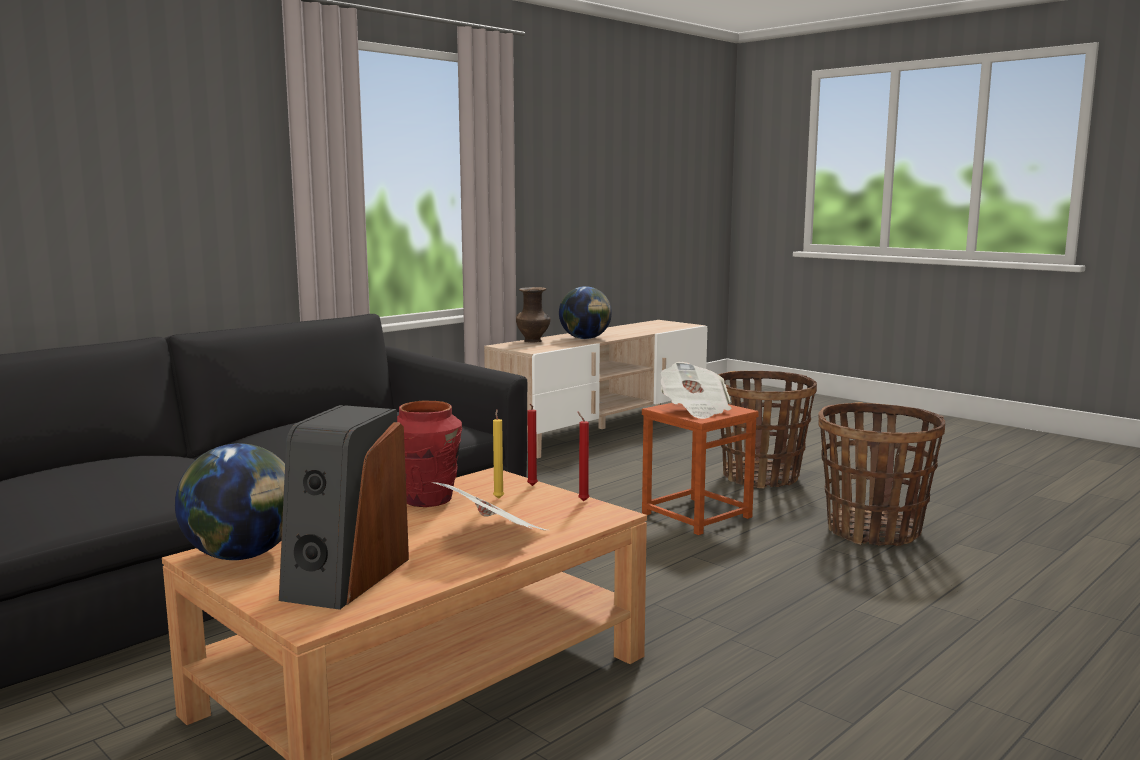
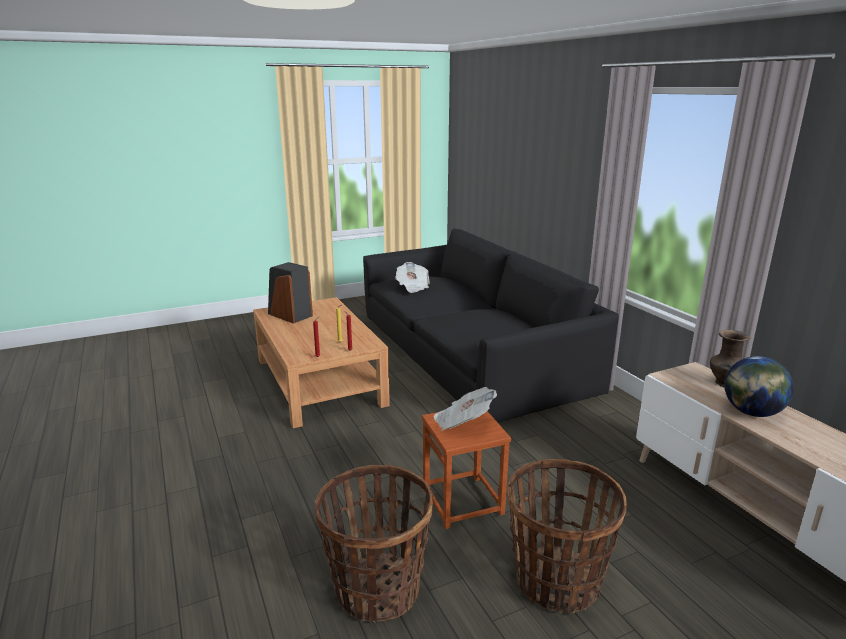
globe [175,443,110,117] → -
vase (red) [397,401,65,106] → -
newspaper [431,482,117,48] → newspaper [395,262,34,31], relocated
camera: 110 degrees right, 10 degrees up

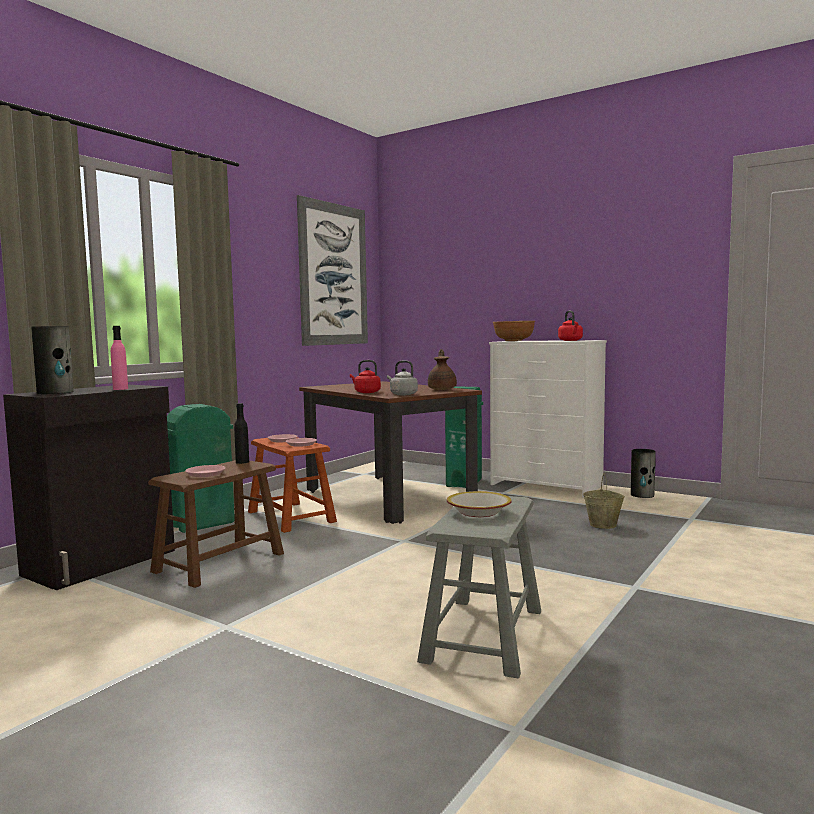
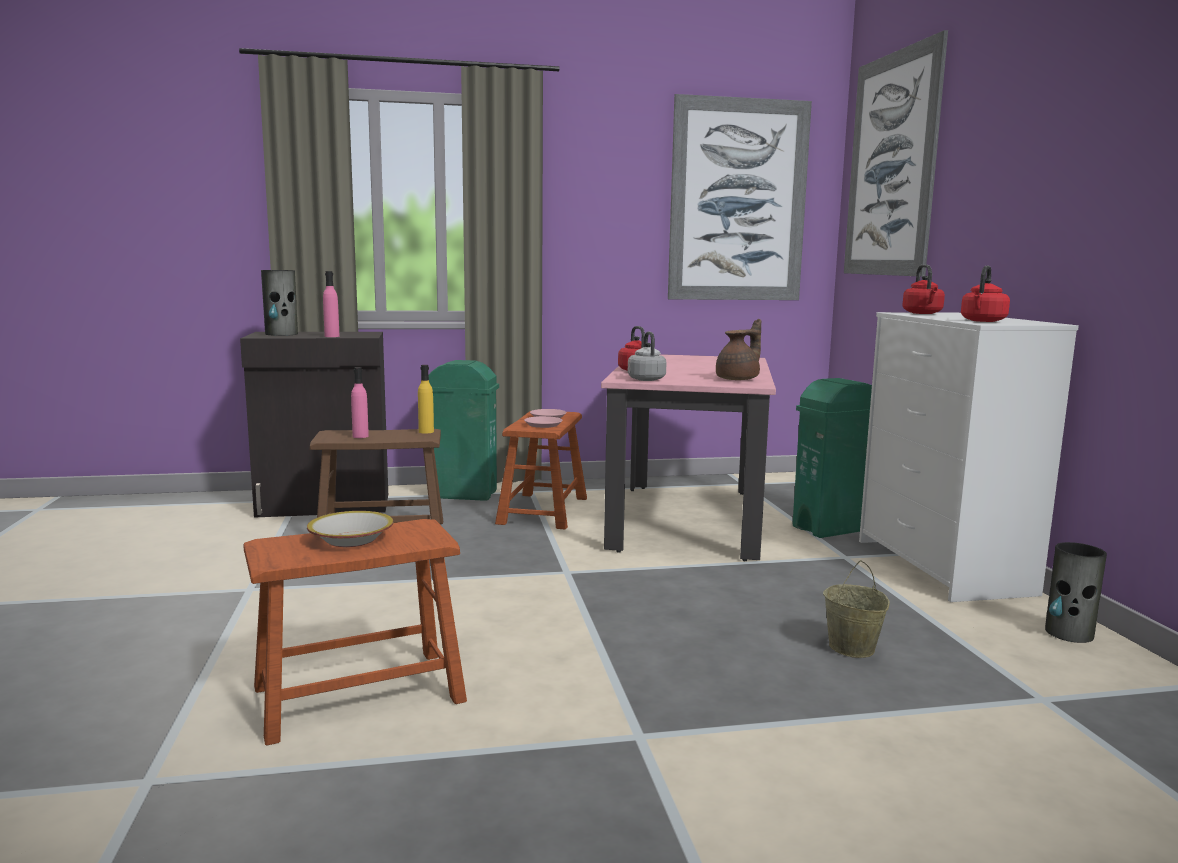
plate (pink) [185,465,41,12] → bottle (pink) [351,367,18,71]
bottle (black) [234,403,15,61] → bottle (yellow) [418,365,16,69]
dining table (brown) [299,381,183,143] → dining table (pink) [601,354,175,207]
stool (grey) [417,496,124,182] → stool (brown) [243,519,224,227]
bowl (brown) [493,321,42,20] → kettle (red) [902,264,43,50]
- → picture [844,30,104,247]
camera: 45 degrees right, 5 degrees up

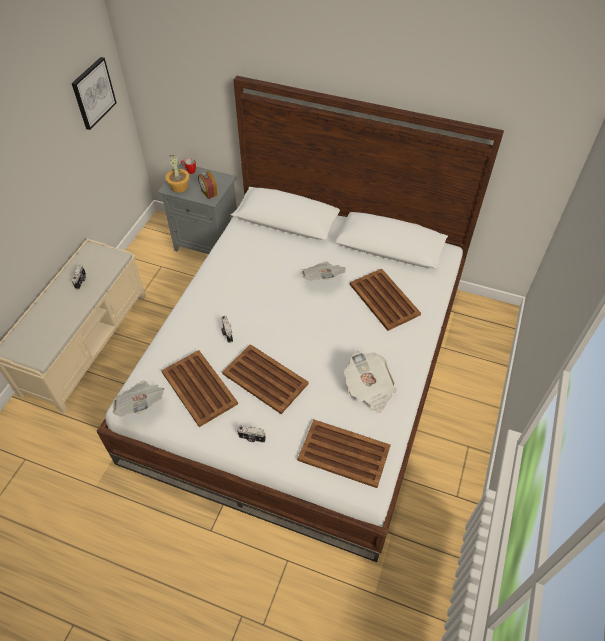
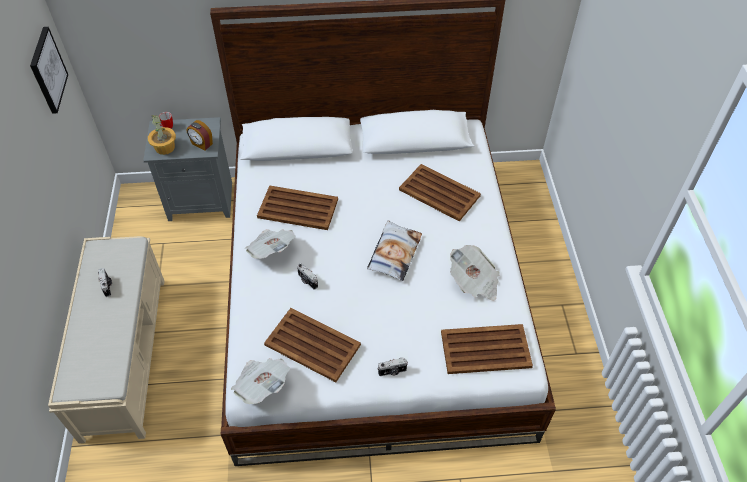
tray (brown) [222,344,87,70] → tray (brown) [257,185,81,45], relocated
newspaper [302,261,43,20] → newspaper [245,229,51,30], relocated
- → pillow [367,220,55,61]
camera: 25 degrees left, 0 degrees up

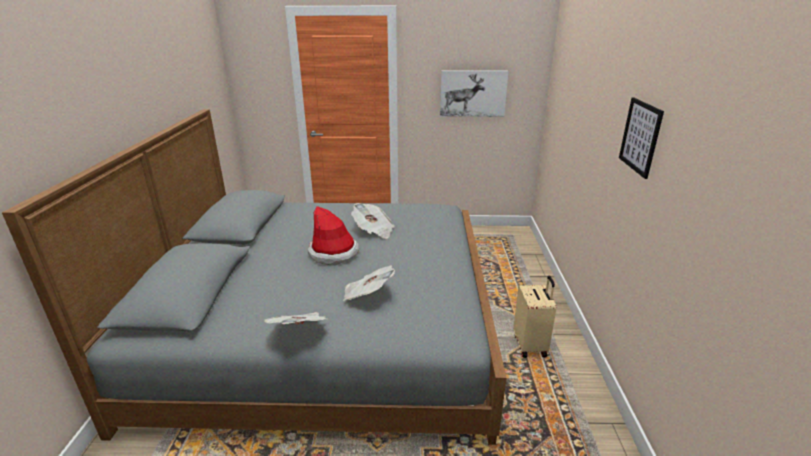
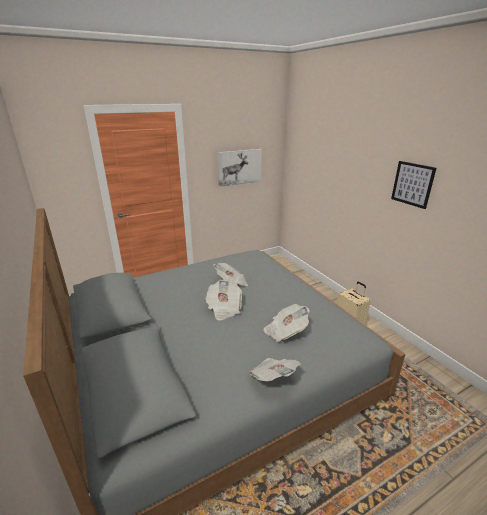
hat [308,206,51,59] → newspaper [205,279,37,42]
camera: 30 degrees left, 0 degrees up

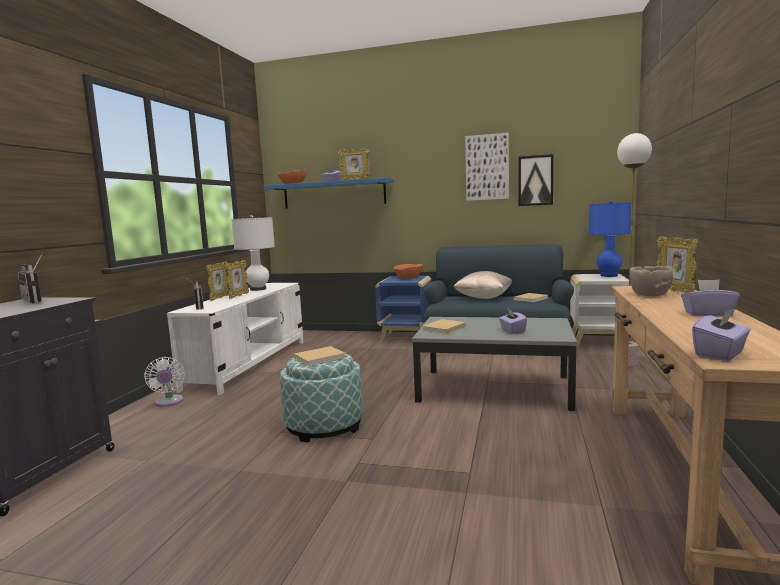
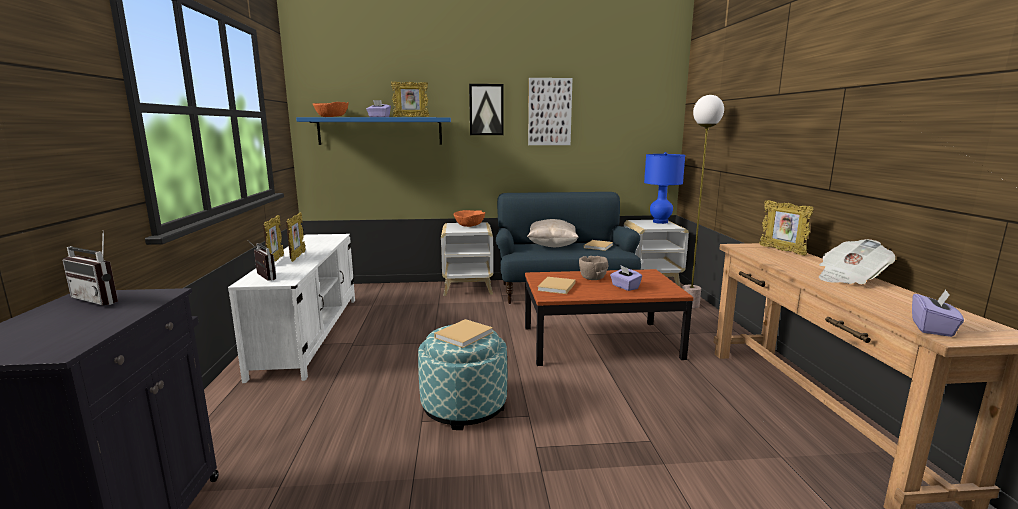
fan (white) [144,357,41,50] → -
table lamp (white) [231,215,44,76] → -
side table (blue) [375,276,56,67] → side table (white) [441,222,52,74]
coffee table (grey) [412,317,165,94] → coffee table (brown) [525,269,169,97]
picture [518,154,35,52] → picture [469,84,35,51], relocated
bowl (brown) [629,266,44,30] → bowl (brown) [579,256,29,24], relocated
tissue box (purple) [681,279,59,37] → newspaper [819,239,77,45]
camera: 20 degrees left, 5 degrees up

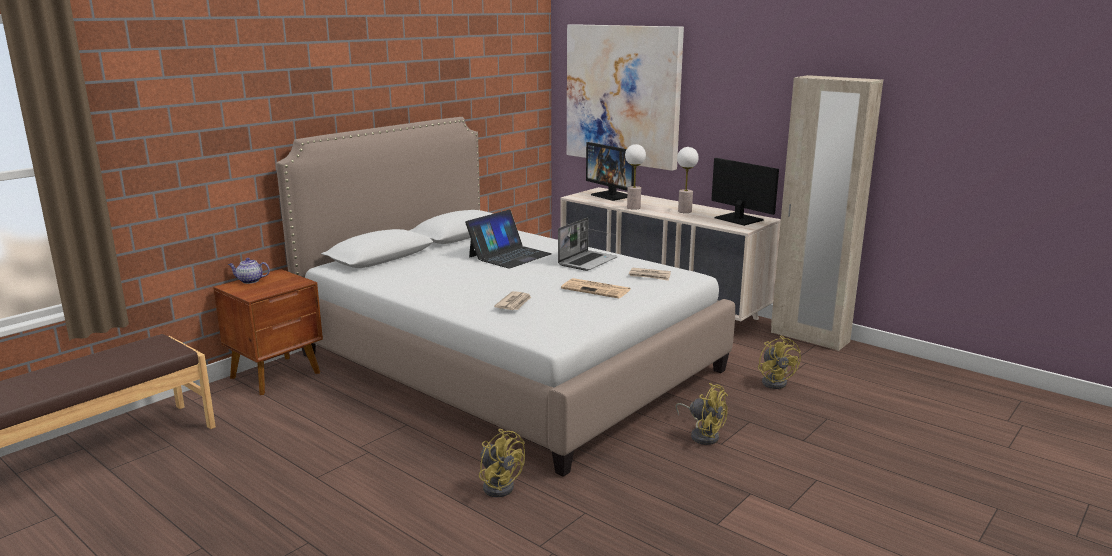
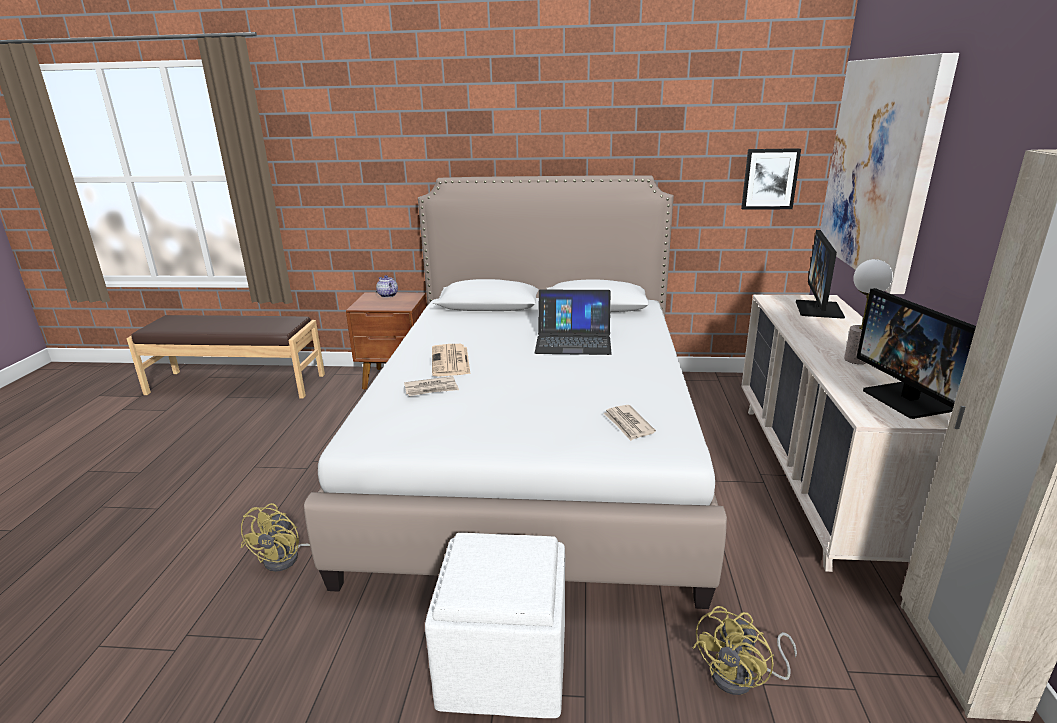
laptop [558,217,60,54] → -
newspaper [561,278,70,20] → newspaper [432,344,38,33], relocated
table lamp [625,144,21,66] → -
fan (yellow) [675,383,53,62] → ottoman (white) [425,533,140,185]
monitor [711,158,68,68] → monitor [856,288,120,131], 150 degrees clockwise
- → picture [741,148,60,62]
camera: 55 degrees right, 5 degrees up

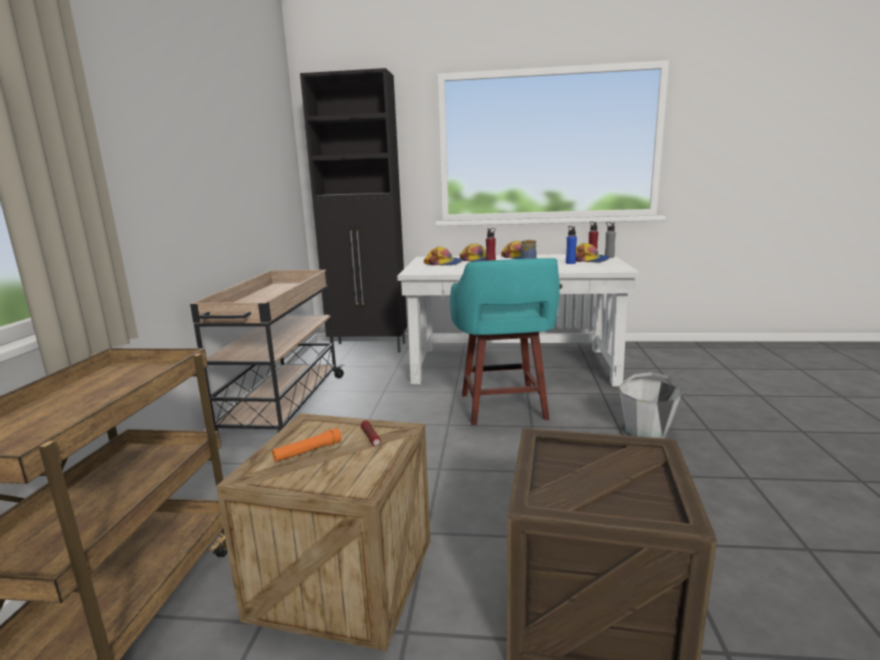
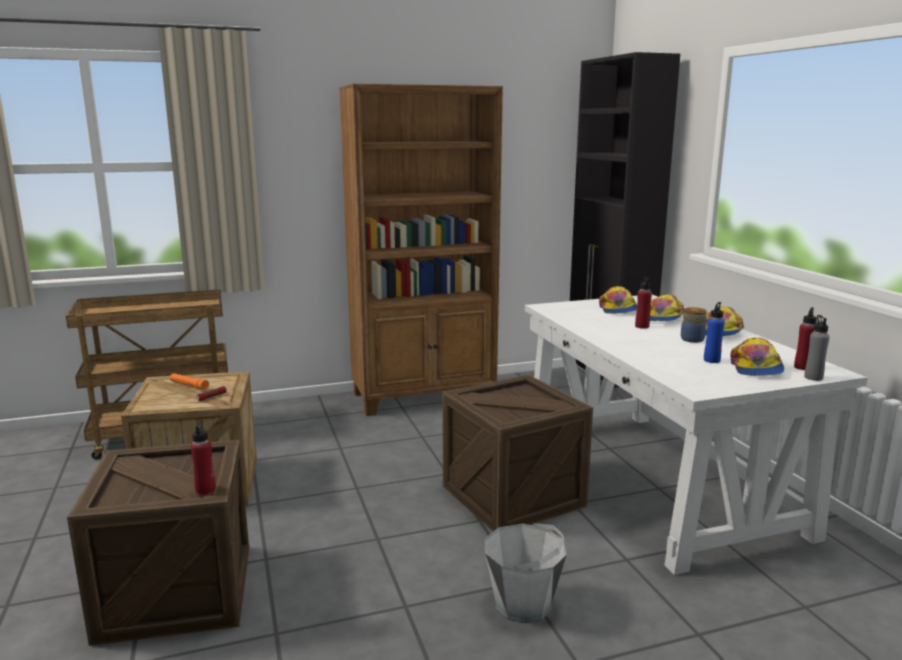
cart (beige) [190,270,154,162] → bookcase (brown) [339,84,164,332]
stool (turquoise) [450,258,110,167] → crate [442,375,151,156]
- → bottle (red) [191,421,25,74]
camera: 65 degrees right, 0 degrees up

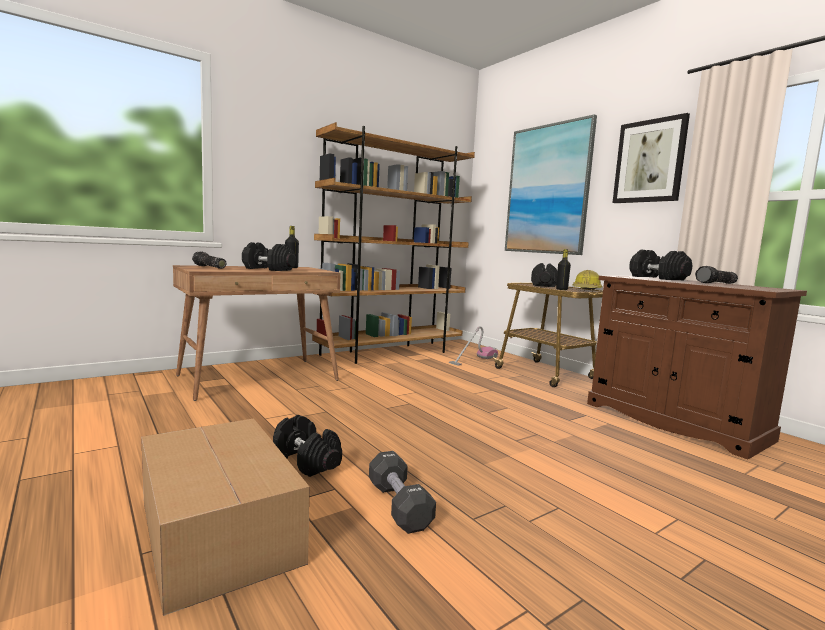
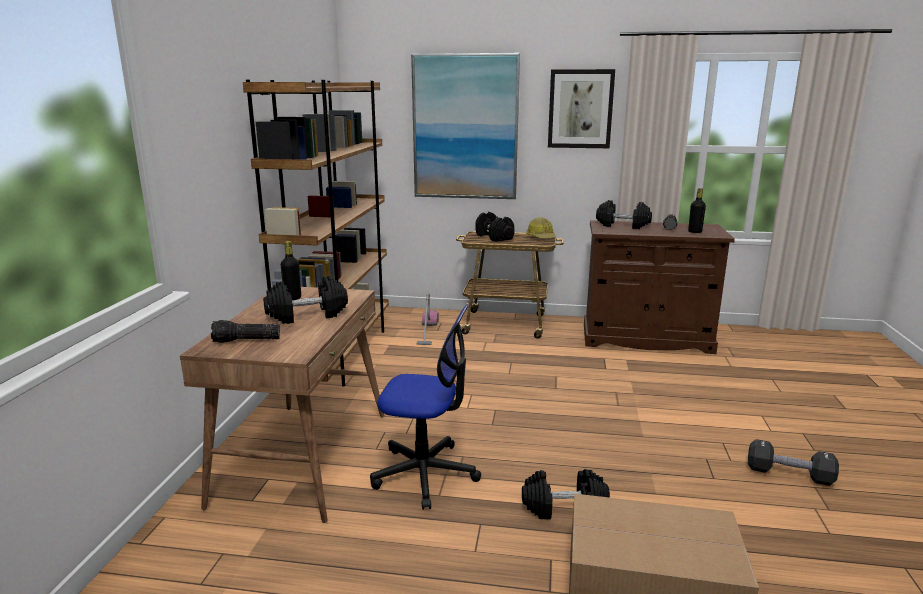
dumbbell (black) [369,451,67,83] → dumbbell (black) [748,439,91,47], relocated
bottle (black) [556,249,15,41] → bottle (black) [688,188,18,45], relocated
- → office chair [370,305,111,205]
camera: 45 degrees left, 10 degrees up

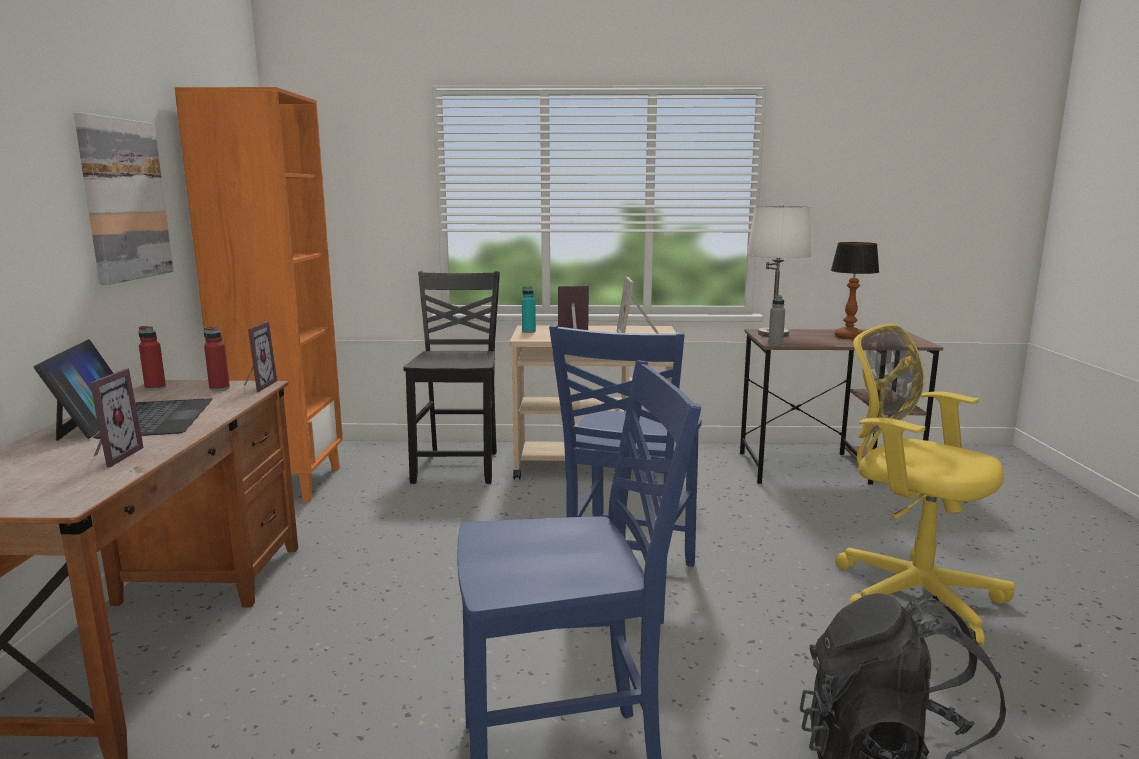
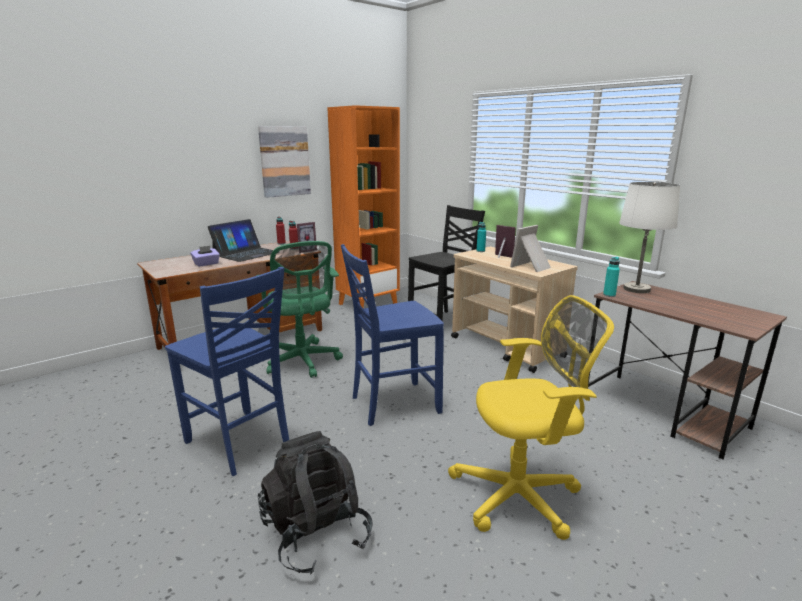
picture frame [90,369,54,98] → tissue box (purple) [190,245,30,21]
bottle (grey) [768,295,17,50] → bottle (turquoise) [603,257,17,40]
table lamp [831,242,48,97] → -
office chair (yellow) [835,324,180,323] → office chair (yellow) [448,295,166,245], 75 degrees clockwise
- → office chair (green) [256,241,87,137]
camera: 50 degrees right, 5 degrees up

